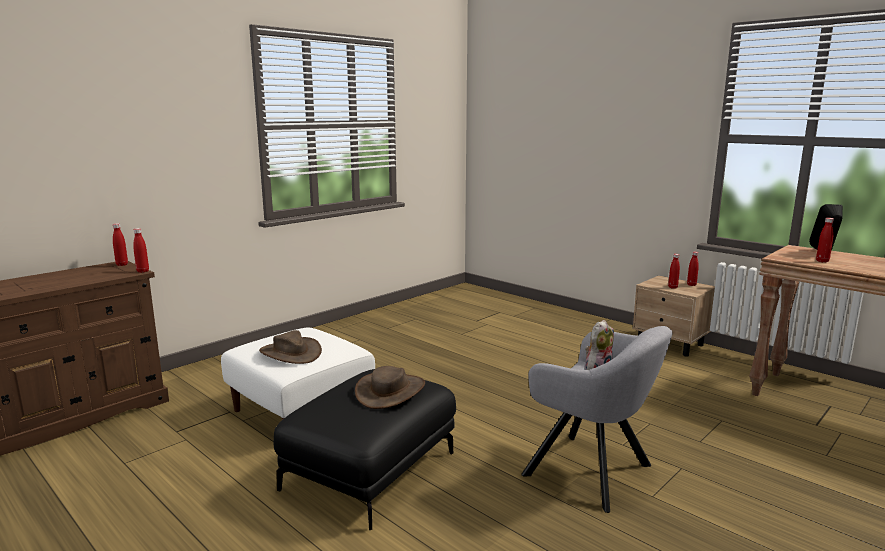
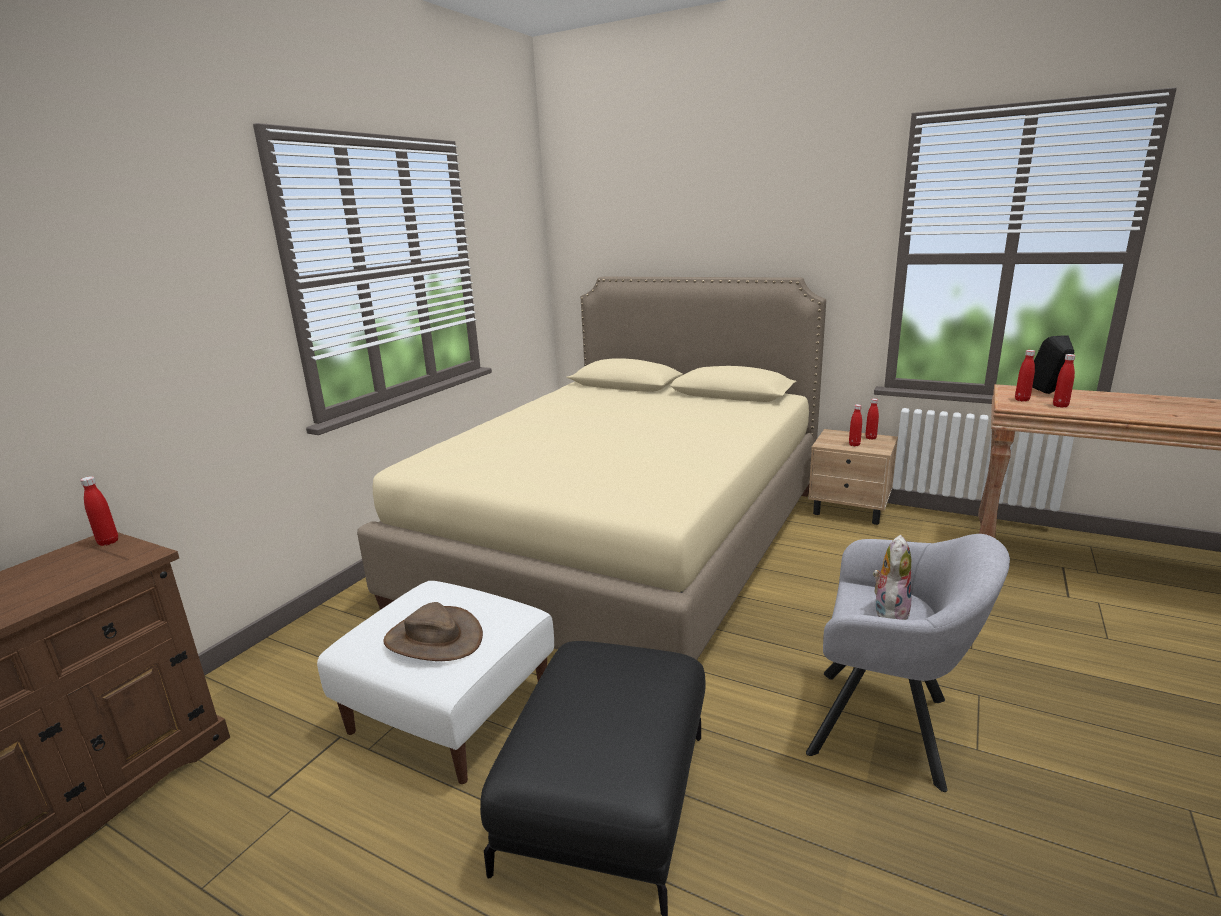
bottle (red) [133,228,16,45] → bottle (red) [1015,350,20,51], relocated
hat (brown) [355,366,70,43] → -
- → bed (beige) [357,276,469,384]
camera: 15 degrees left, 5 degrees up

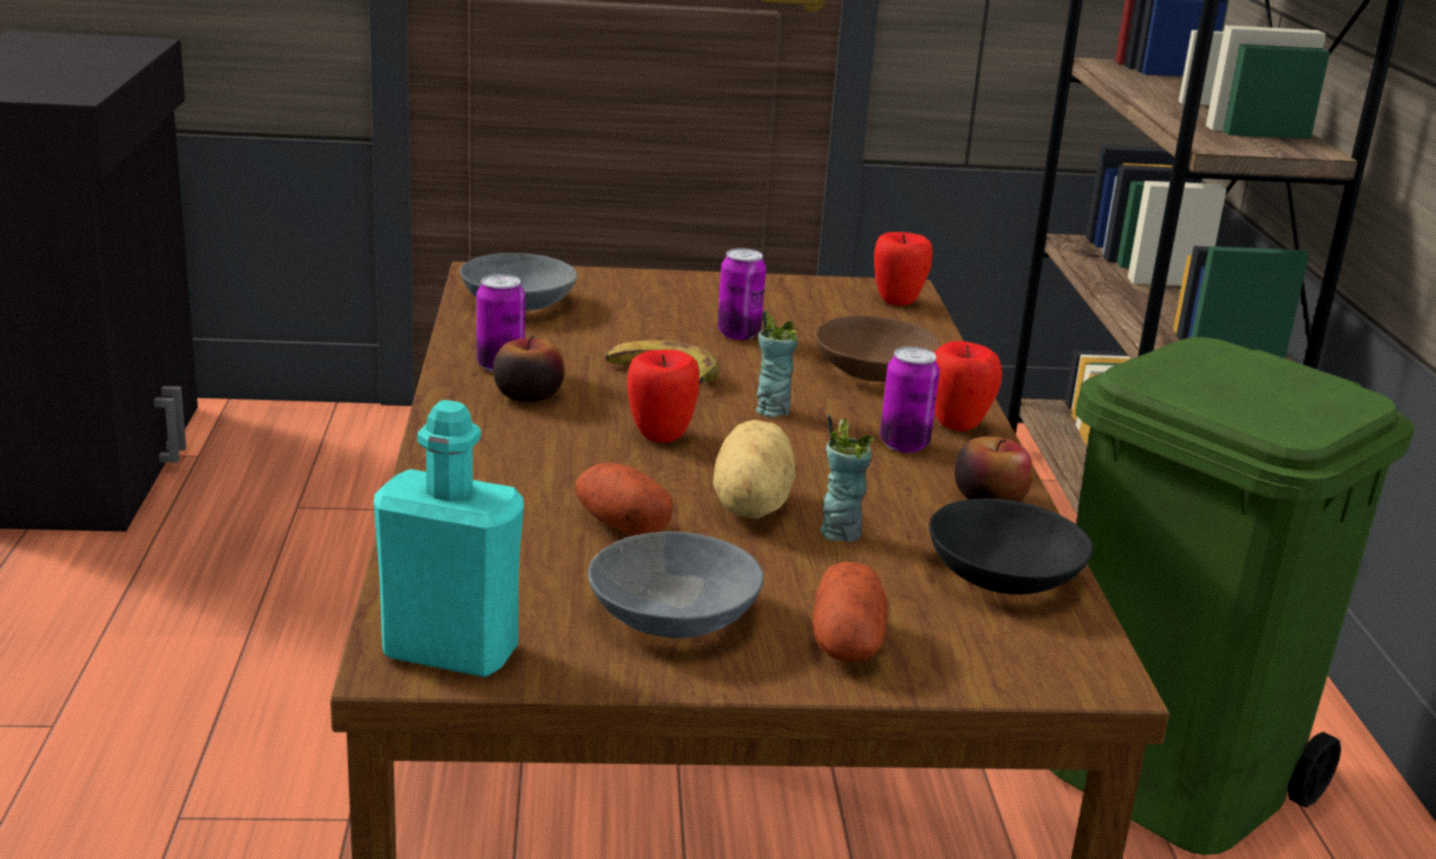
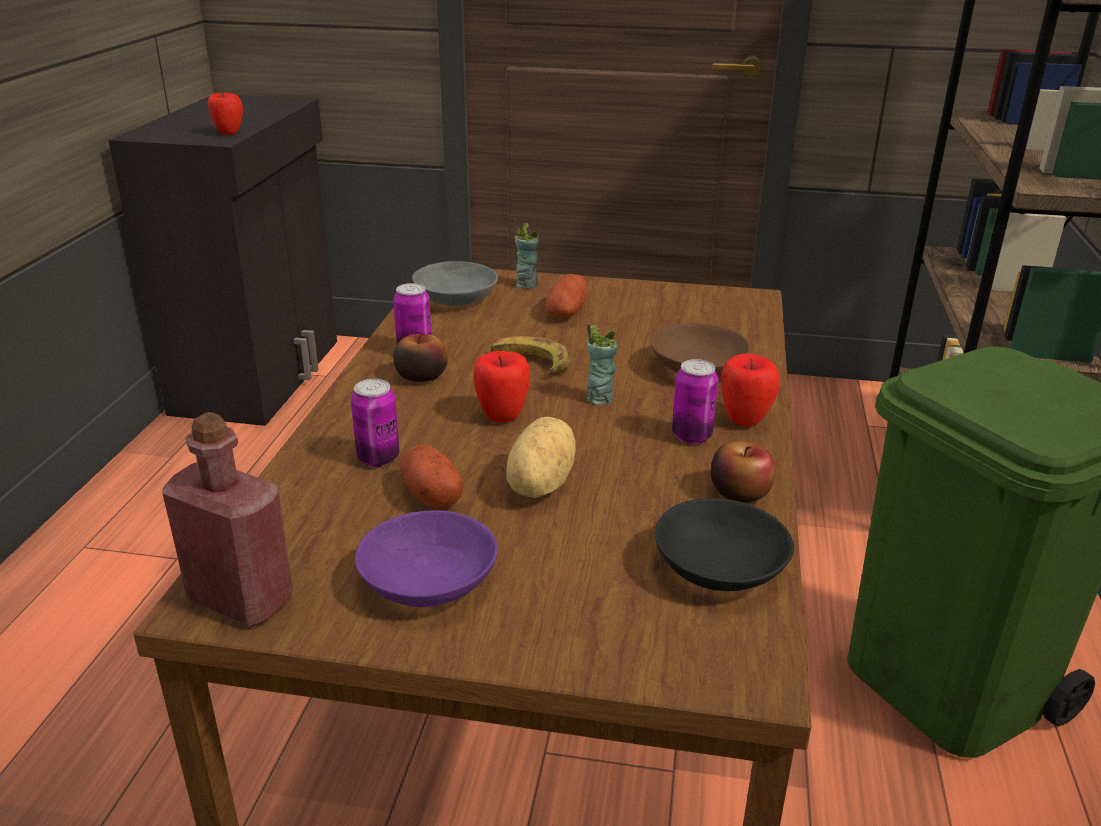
bottle (turquoise) [374,400,150,277] → bottle (red) [162,412,131,214]
bowl (grey) [588,531,176,107] → bowl (purple) [355,510,142,97]
can [717,248,49,92] → can [351,379,48,88], relocated
potato [812,562,76,100] → potato [545,274,42,44], relocated
cup [820,414,54,128] → cup [514,219,25,70], relocated
apple [874,232,59,73] → apple [208,93,35,42], relocated
camera: 15 degrees right, 5 degrees up

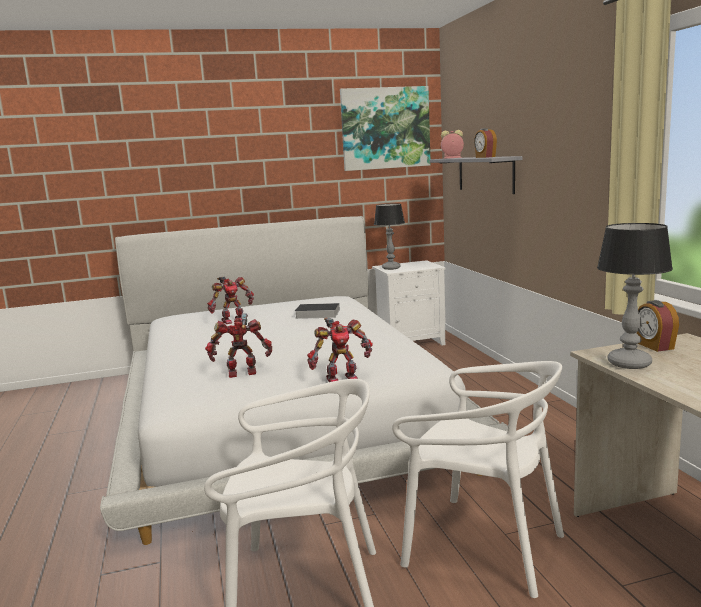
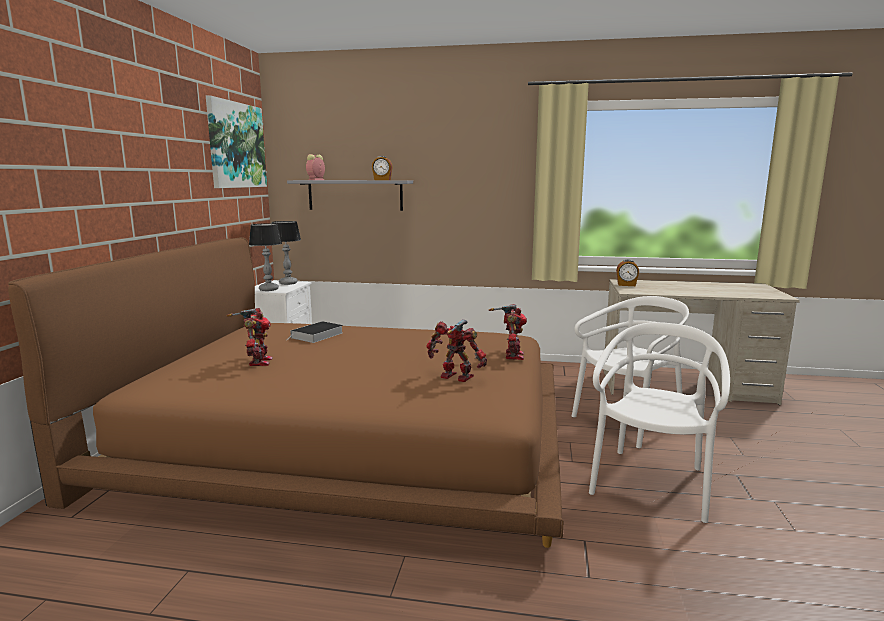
bed (white) [100,216,408,329] → bed (brown) [8,237,556,311]
toy robot [205,313,67,65] → toy robot [426,319,61,63], 105 degrees clockwise
table lamp [597,223,76,146] → table lamp [272,221,29,64], relocated
camera: 65 degrees left, 0 degrees up

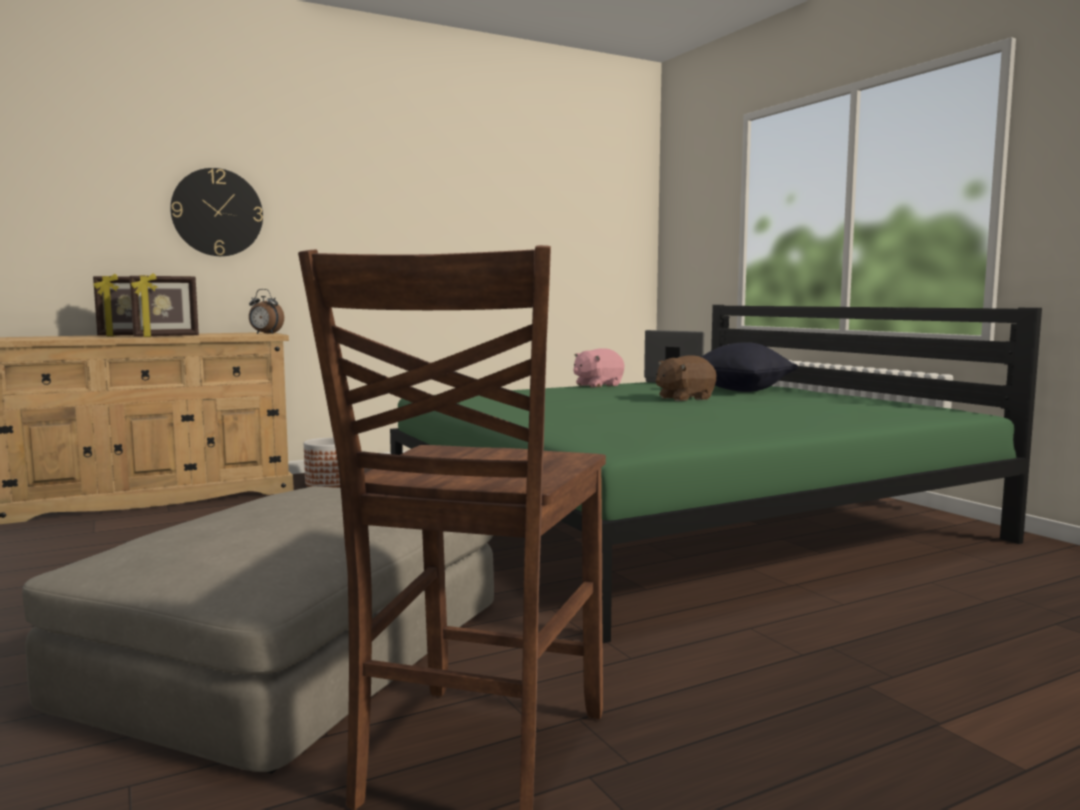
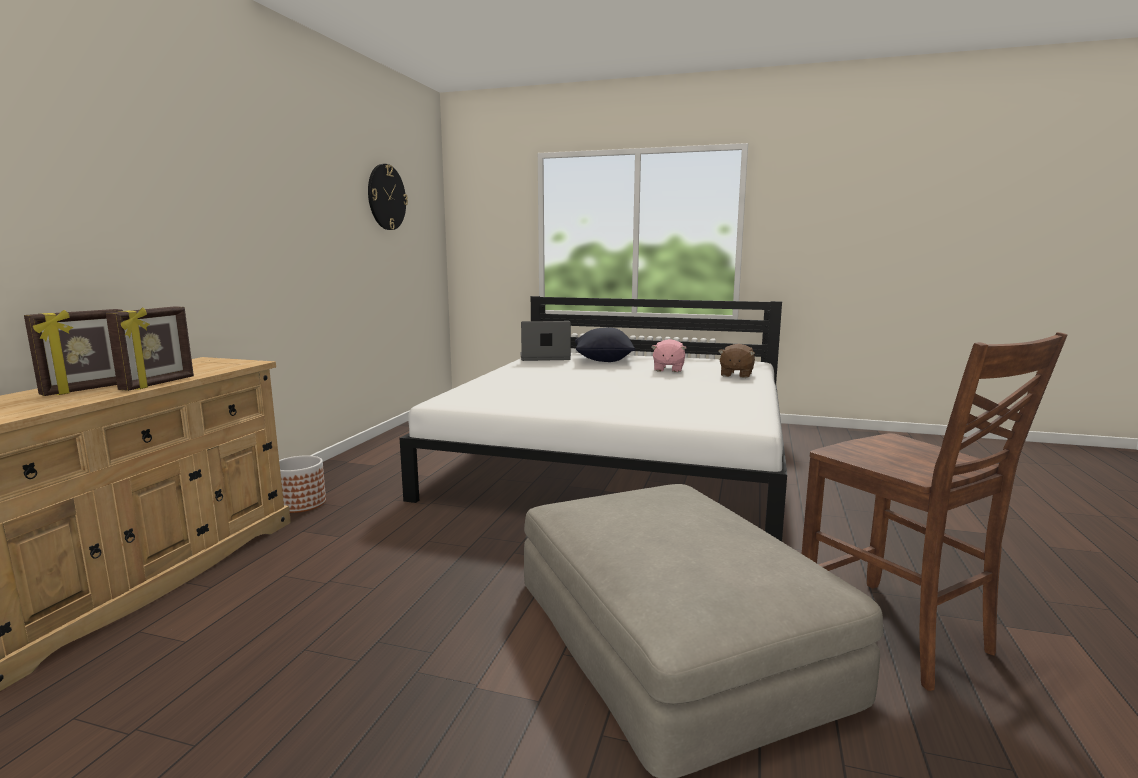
wall clock [170,168,93,88] → wall clock [368,164,40,66], relocated
alarm clock [249,289,35,45] → -
bed (green) [390,305,652,338] → bed (white) [400,296,387,245]
plush toy (pink) [574,348,50,40] → plush toy (pink) [651,339,35,33], relocated
plush toy (brown) [656,355,60,46] → plush toy (brown) [718,344,37,34], relocated
camera: 45 degrees left, 5 degrees up

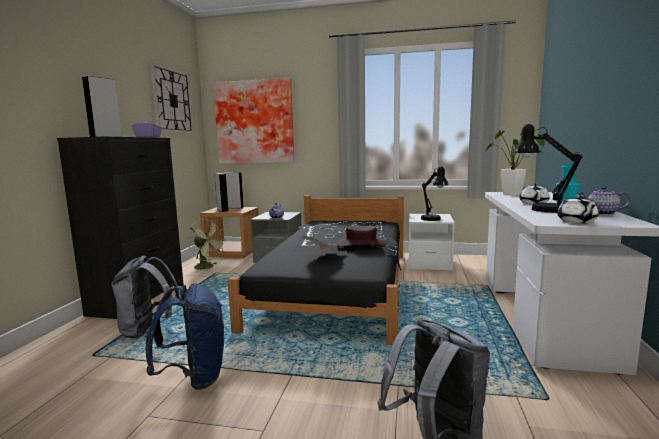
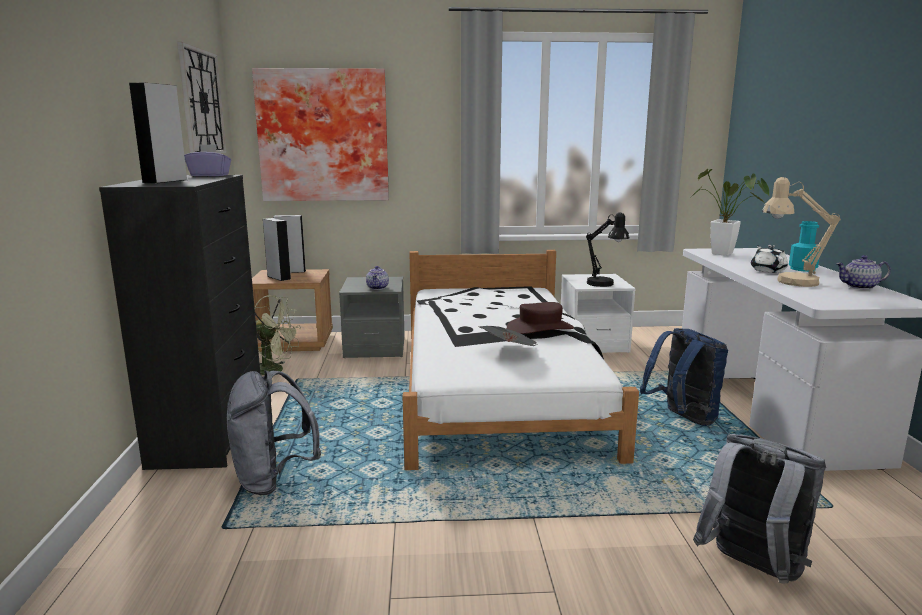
backpack (blue) [146,284,78,106] → backpack (blue) [640,328,88,98], relocated
bed (black) [228,195,176,150] → bed (white) [403,250,236,220]
table lamp (black) [514,124,69,89] → table lamp (beige) [762,177,79,110]
teapot (white) [557,194,42,30] → -
camera: 15 degrees left, 5 degrees up

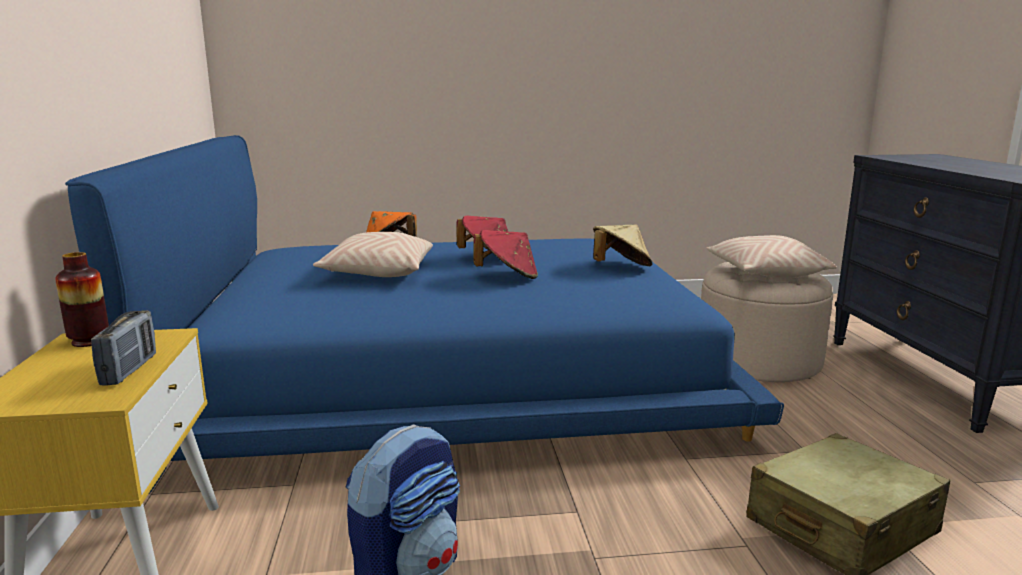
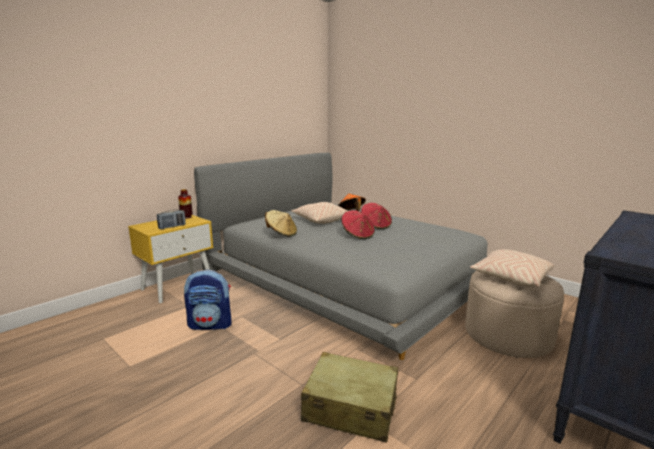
bed (blue) [65,135,719,359] → bed (grey) [194,153,294,207]
hat (beige) [593,224,60,42] → hat (beige) [265,210,32,27], relocated
camera: 50 degrees right, 0 degrees up

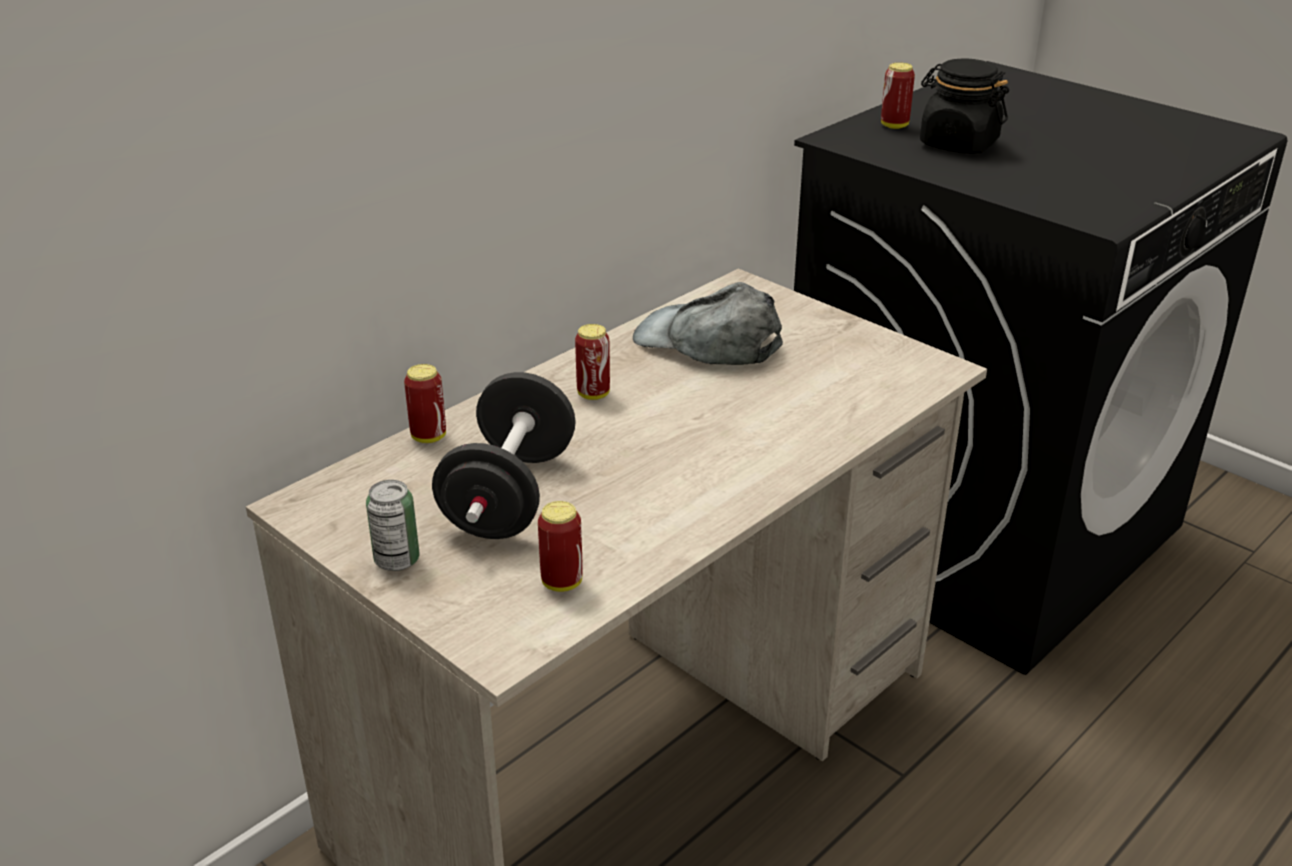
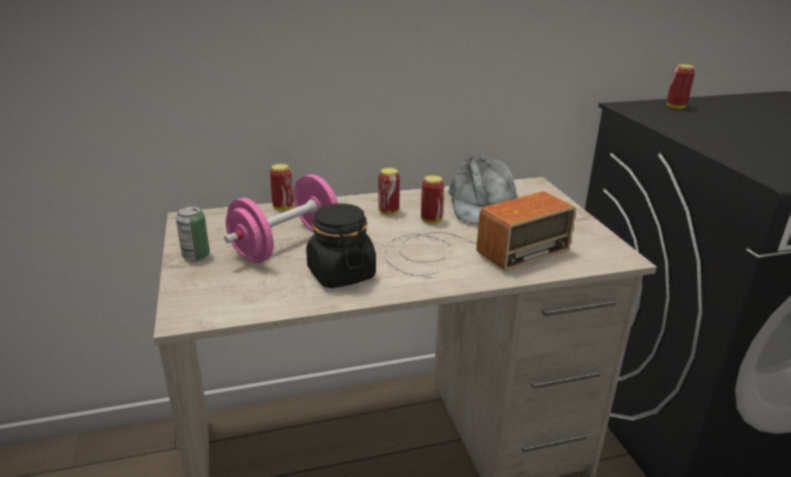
dumbbell (black) [432,372,144,167] → dumbbell (pink) [224,174,114,89]
can [538,501,45,91] → can [421,175,23,49], relocated
cap (grey) [633,282,150,83] → cap (grey) [448,157,70,68], 150 degrees counterclockwise
jar (black) [920,58,89,96] → jar (black) [306,203,70,85], relocated
- → radio [383,191,193,85]
camera: 30 degrees right, 5 degrees down

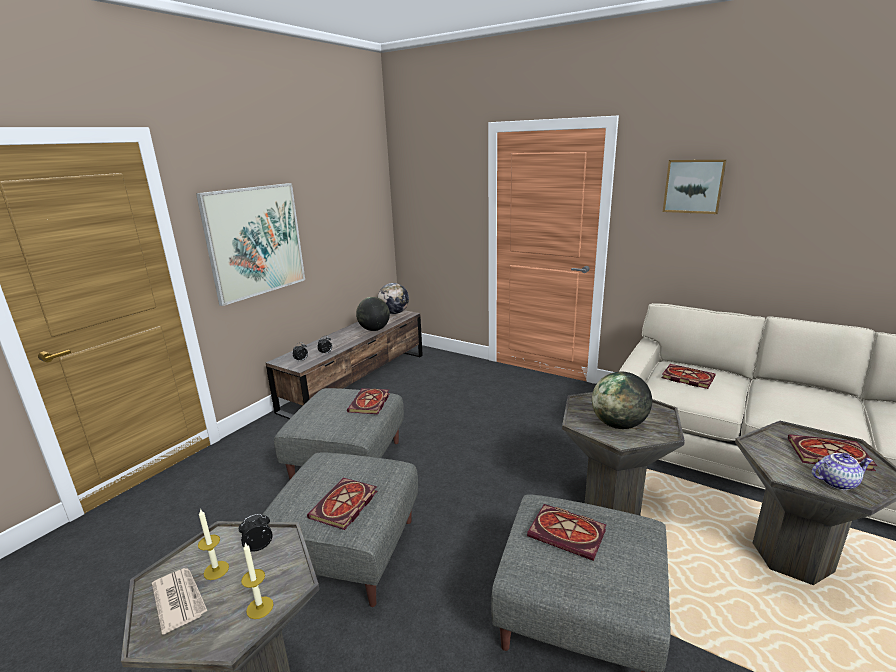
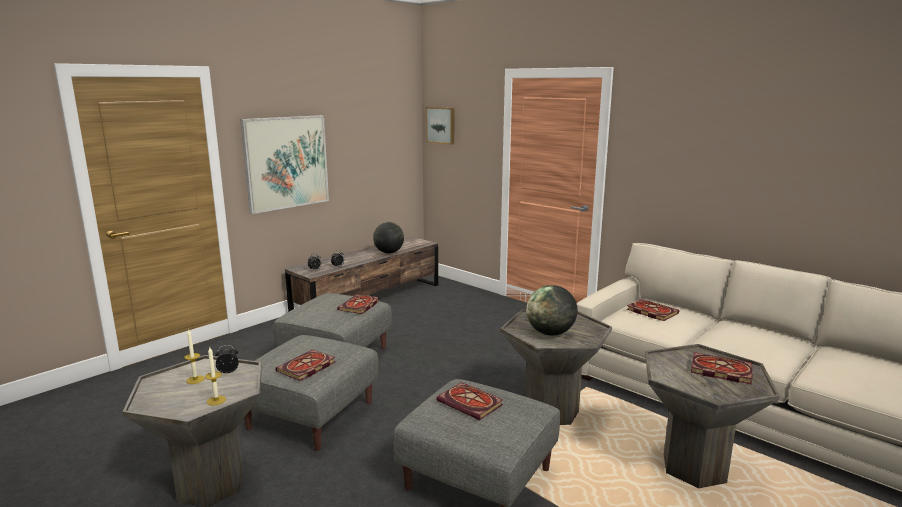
newspaper [152,568,55,66] → -
globe [378,283,31,31] → -
picture [663,159,64,55] → picture [426,107,28,38], relocated
teapot [812,453,61,37] → -
camera: 10 degrees right, 5 degrees down

